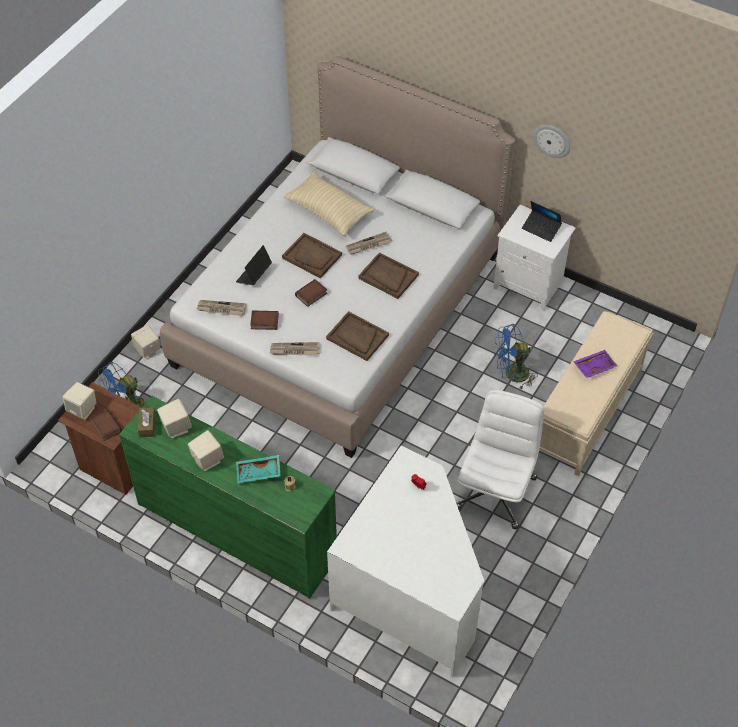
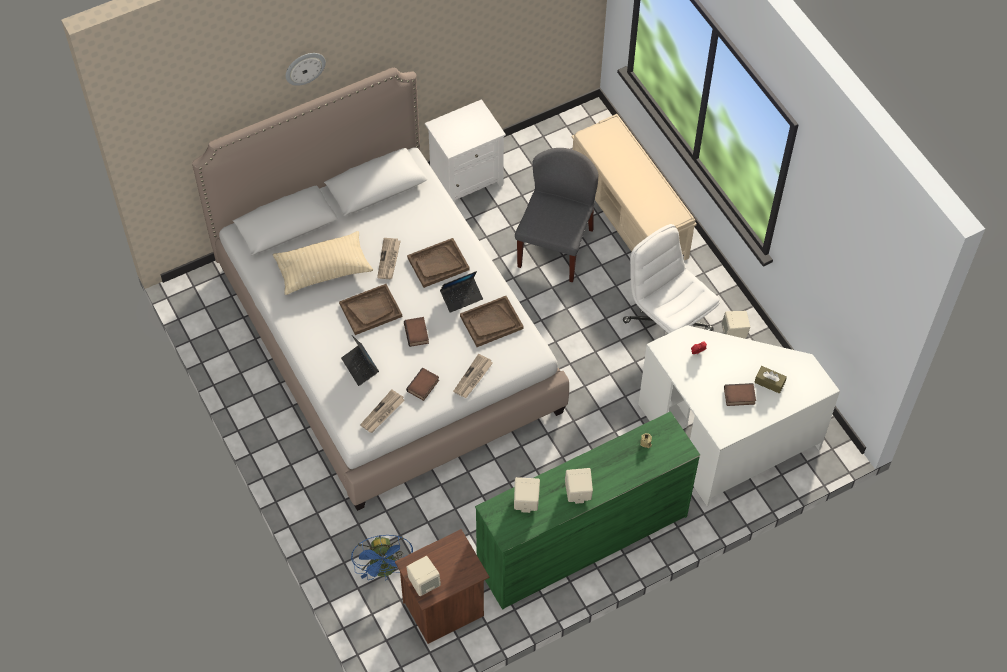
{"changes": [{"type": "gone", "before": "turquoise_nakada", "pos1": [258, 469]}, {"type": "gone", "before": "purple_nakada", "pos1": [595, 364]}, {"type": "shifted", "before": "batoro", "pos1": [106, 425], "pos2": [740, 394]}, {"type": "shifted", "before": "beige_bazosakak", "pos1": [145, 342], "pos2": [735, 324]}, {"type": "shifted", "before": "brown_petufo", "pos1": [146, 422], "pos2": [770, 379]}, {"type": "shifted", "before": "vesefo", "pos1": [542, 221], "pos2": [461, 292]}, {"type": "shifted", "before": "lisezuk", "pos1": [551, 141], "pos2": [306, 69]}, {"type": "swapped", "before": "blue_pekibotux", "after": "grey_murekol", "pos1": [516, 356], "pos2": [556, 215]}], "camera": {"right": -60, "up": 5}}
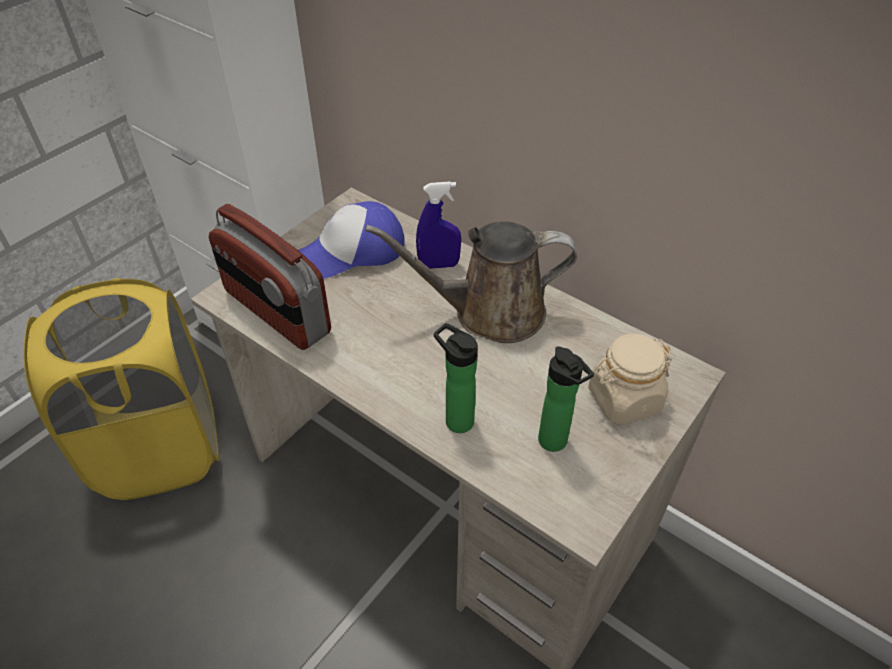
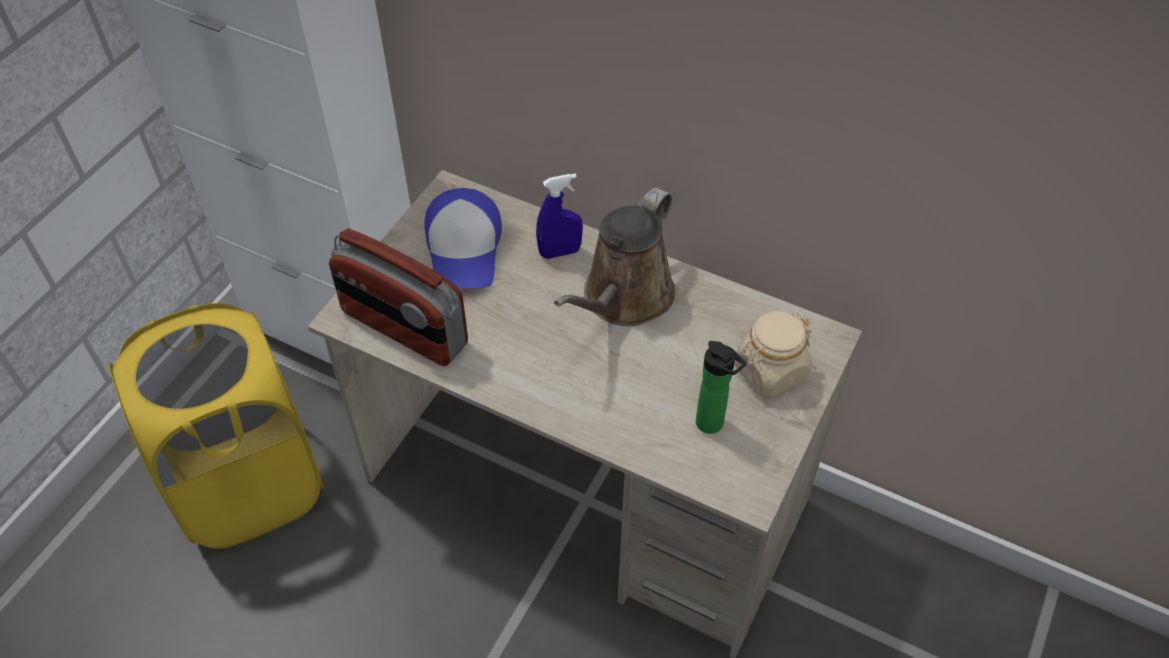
{"changes": [{"type": "gone", "before": "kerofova", "pos1": [456, 378]}, {"type": "rotated", "before": "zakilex", "pos1": [351, 240], "pos2": [463, 238], "turn": -60}, {"type": "rotated", "before": "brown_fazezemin", "pos1": [471, 282], "pos2": [614, 257], "turn": -45}], "camera": {"right": -10, "up": 5}}
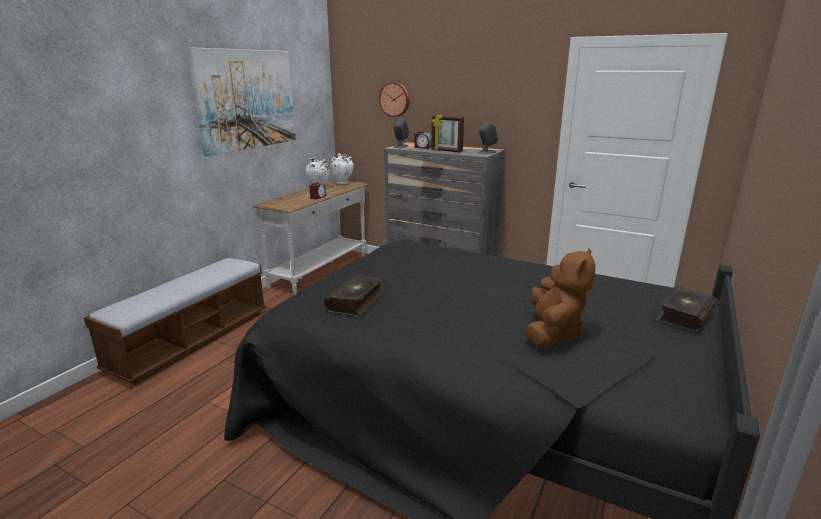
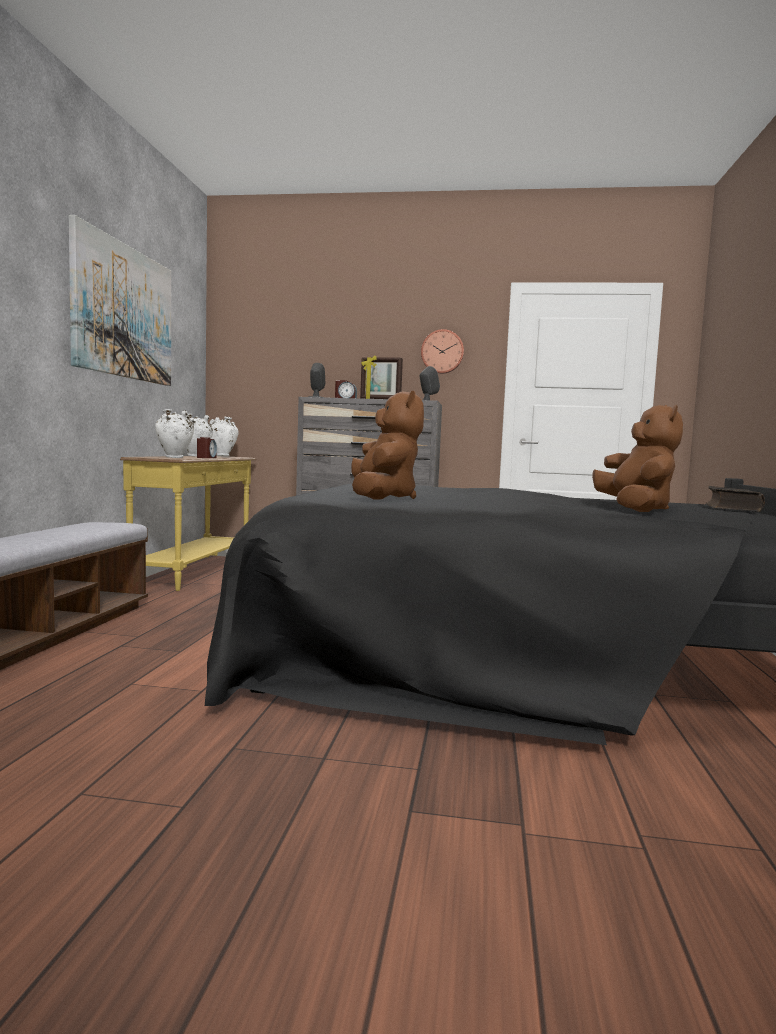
{"changes": [{"type": "new", "after": "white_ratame", "pos2": [174, 433]}, {"type": "shifted", "before": "lisezuk", "pos1": [394, 99], "pos2": [442, 351]}, {"type": "swapped", "before": "batoro", "after": "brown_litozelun", "pos1": [354, 295], "pos2": [387, 445]}, {"type": "repainted", "before": "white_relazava", "after": "yellow_relazava", "pos1": [311, 237], "pos2": [188, 523]}], "camera": {"right": -20, "up": -15}}
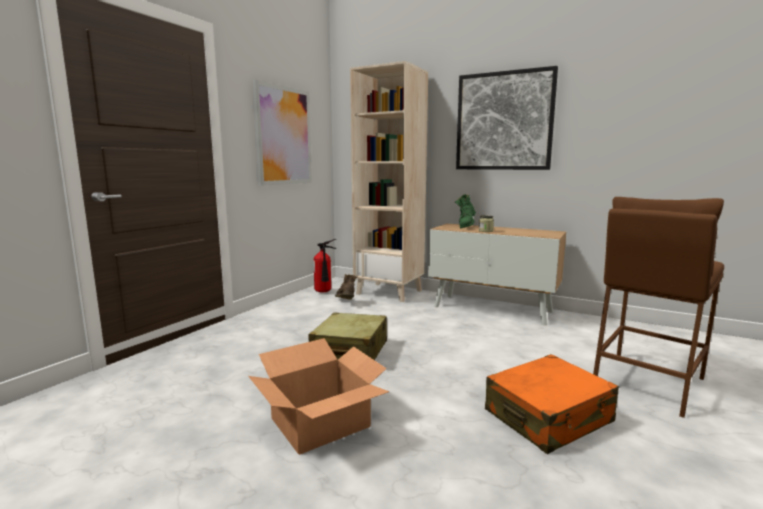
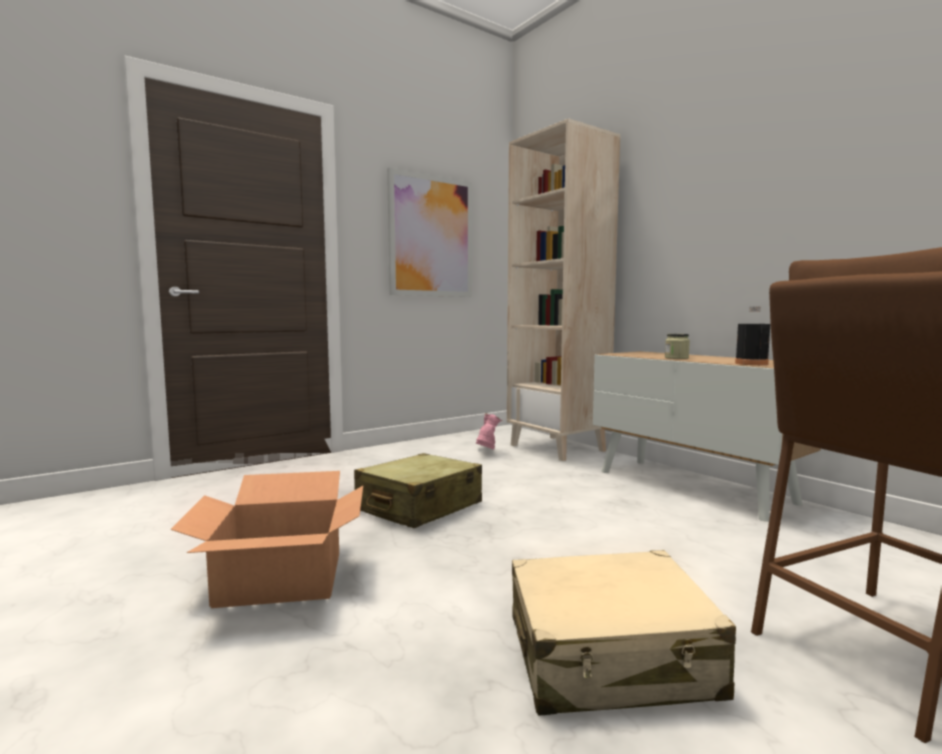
{"changes": [{"type": "gone", "before": "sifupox", "pos1": [324, 266]}, {"type": "gone", "before": "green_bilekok", "pos1": [465, 211]}, {"type": "gone", "before": "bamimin", "pos1": [507, 118]}, {"type": "new", "after": "black_kerofova", "pos2": [752, 336]}, {"type": "repainted", "before": "brown_bilekok", "after": "pink_bilekok", "pos1": [346, 287], "pos2": [489, 431]}, {"type": "repainted", "before": "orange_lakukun", "after": "beige_lakukun", "pos1": [552, 404], "pos2": [624, 632]}], "camera": {"right": 25, "up": -5}}
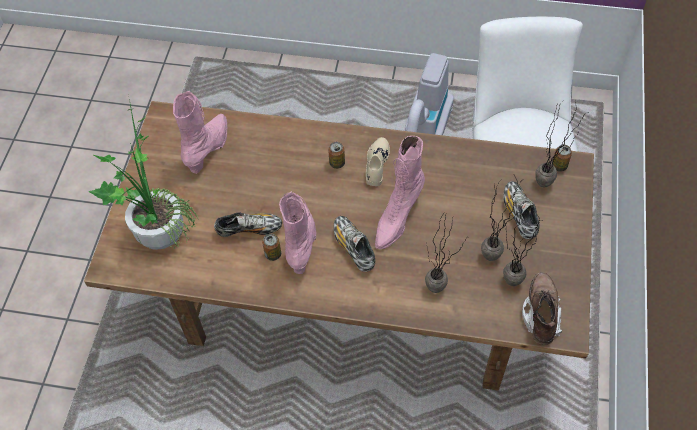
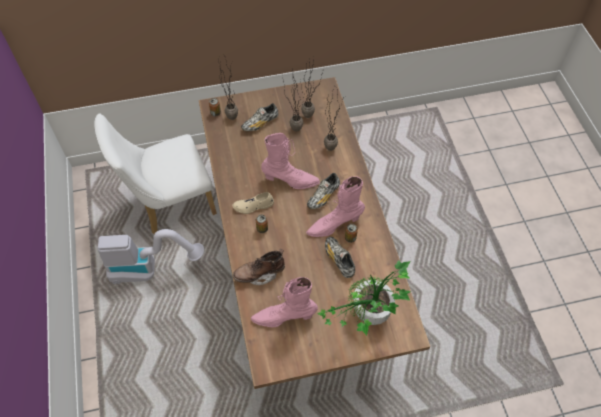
{"changes": [{"type": "shifted", "before": "brown_bilekok", "pos1": [542, 308], "pos2": [259, 267]}], "camera": {"right": -115, "up": 0}}
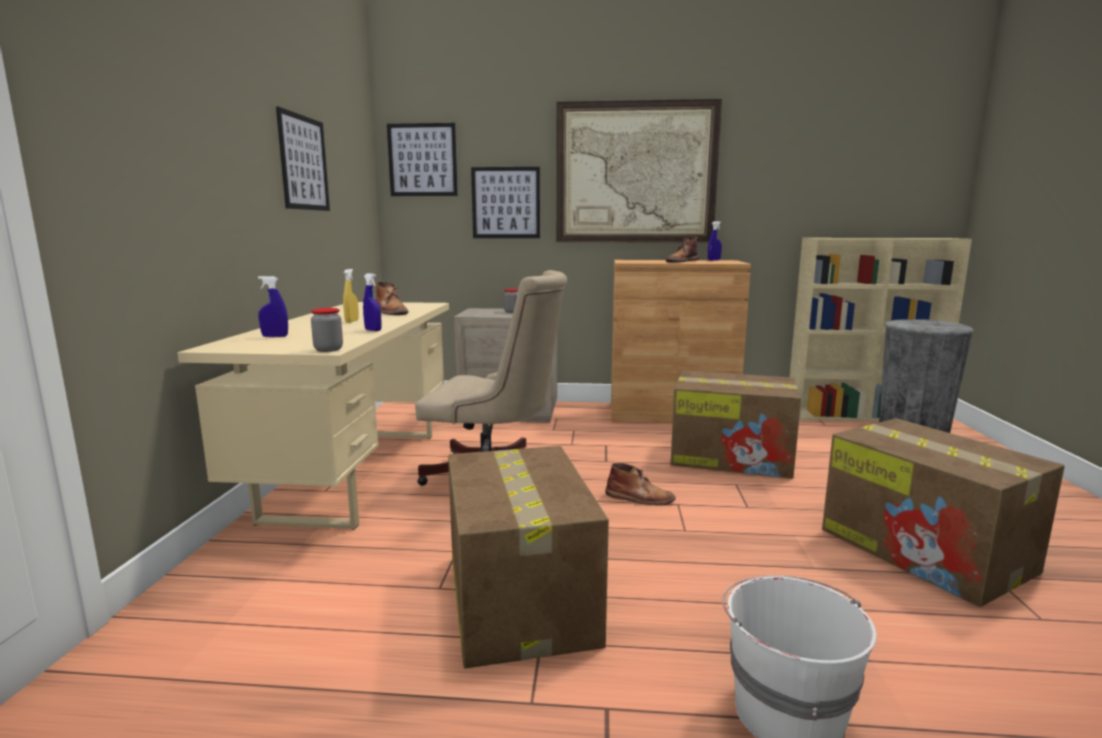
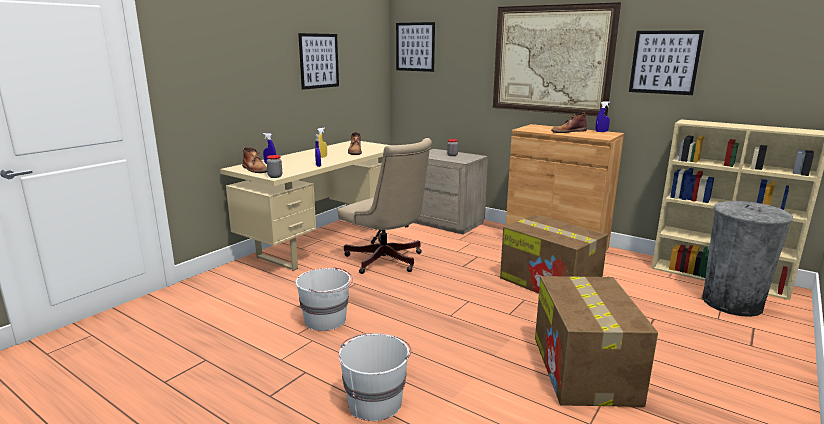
{"changes": [{"type": "shifted", "before": "bamimin", "pos1": [505, 202], "pos2": [666, 62]}, {"type": "shifted", "before": "brown_bilekok", "pos1": [640, 484], "pos2": [254, 160]}, {"type": "swapped", "before": "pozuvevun", "after": "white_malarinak", "pos1": [528, 557], "pos2": [324, 299]}], "camera": {"right": 30, "up": 5}}
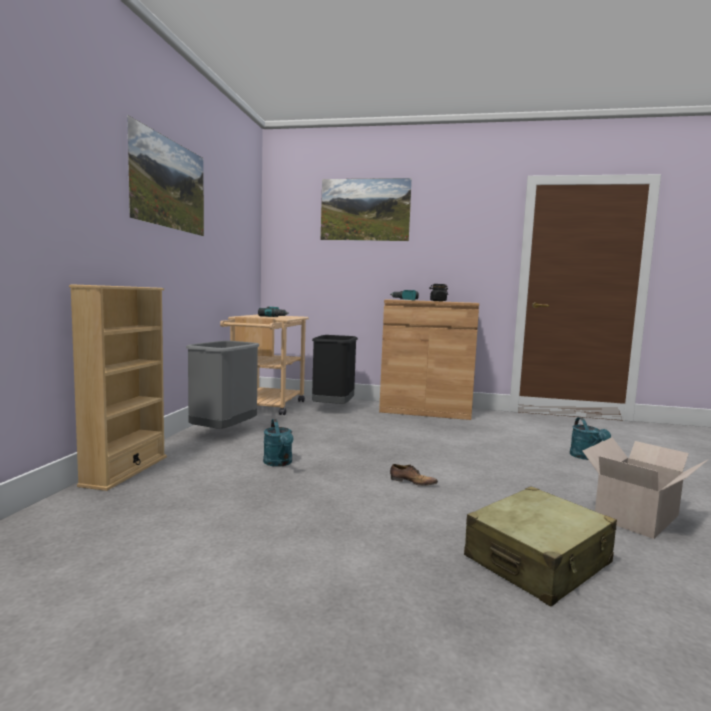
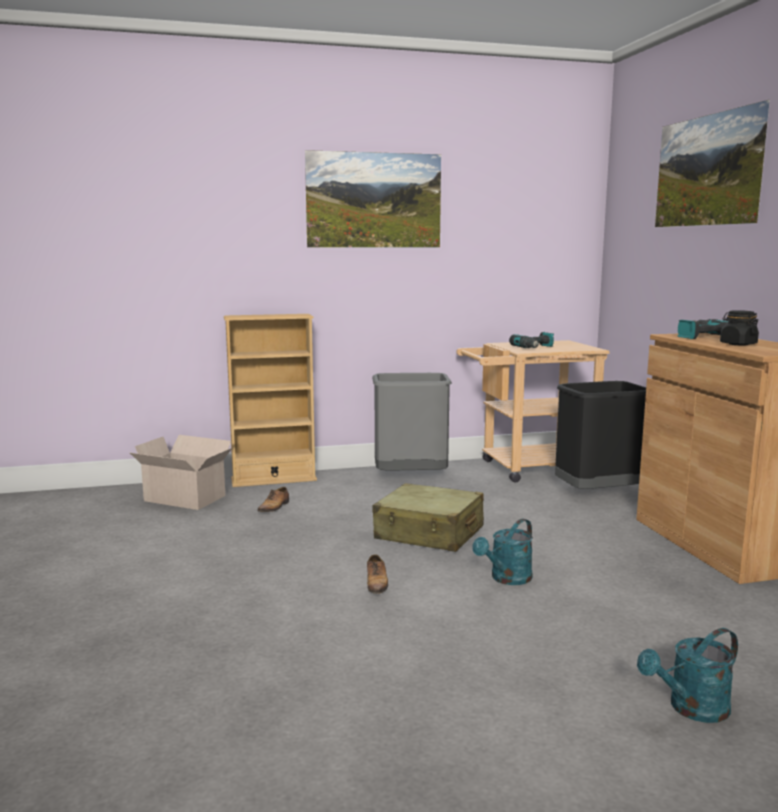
{"changes": [{"type": "new", "after": "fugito", "pos2": [273, 499]}, {"type": "shifted", "before": "turquoise_fazezemin", "pos1": [278, 443], "pos2": [502, 552]}, {"type": "shifted", "before": "beige_lakukun", "pos1": [540, 546], "pos2": [428, 517]}, {"type": "shifted", "before": "pozuvevun", "pos1": [645, 488], "pos2": [181, 472]}], "camera": {"right": 65, "up": 5}}
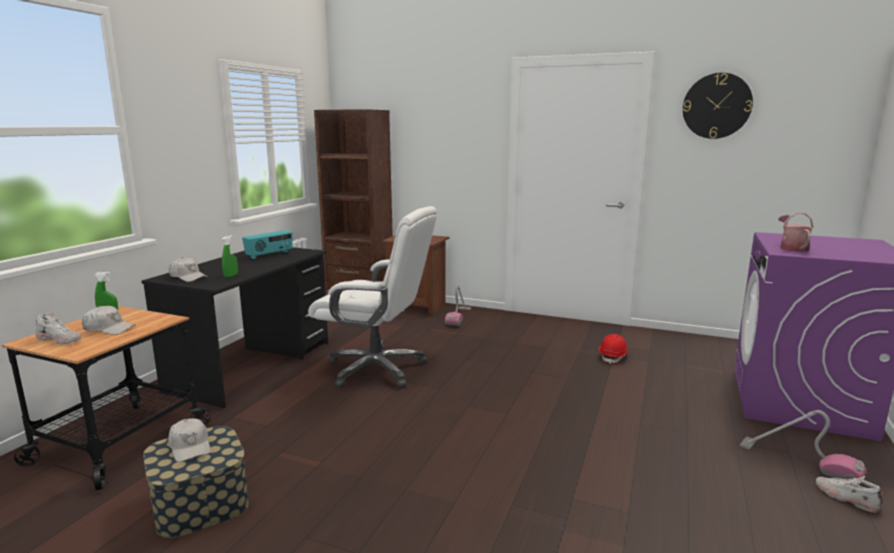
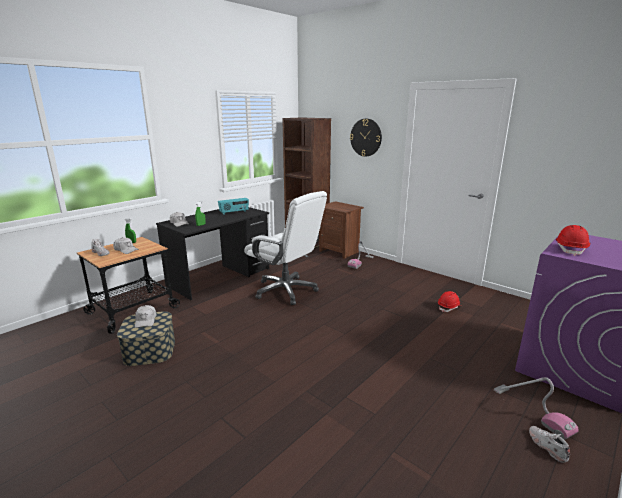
{"changes": [{"type": "shifted", "before": "lisezuk", "pos1": [718, 106], "pos2": [366, 138]}, {"type": "swapped", "before": "fazezemin", "after": "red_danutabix", "pos1": [796, 232], "pos2": [573, 240]}], "camera": {"right": 20, "up": 5}}
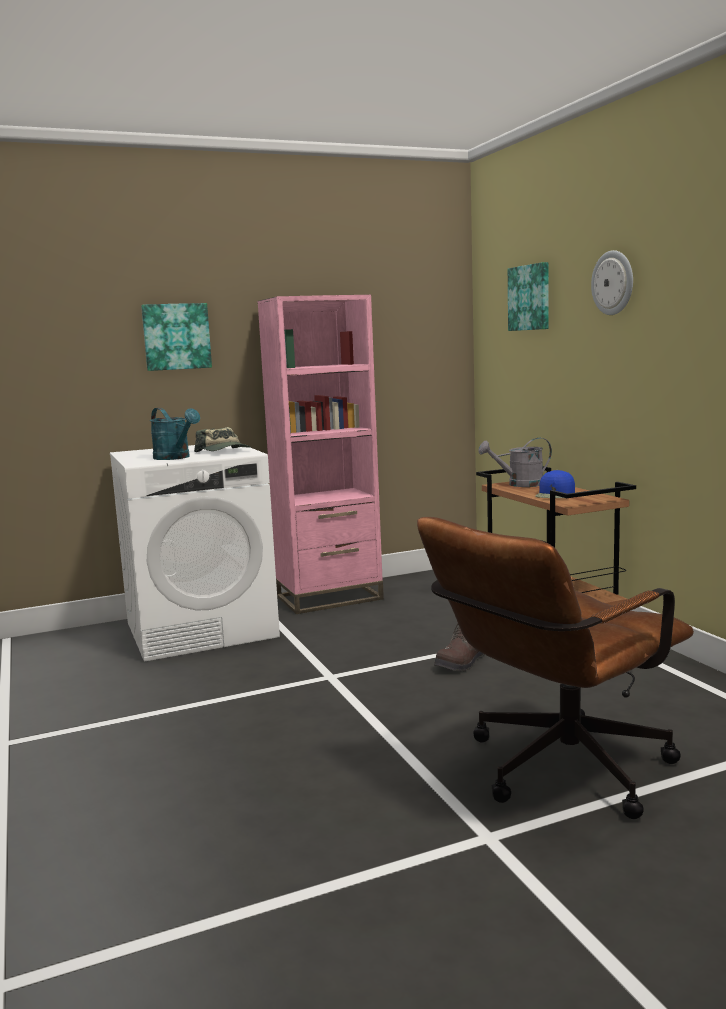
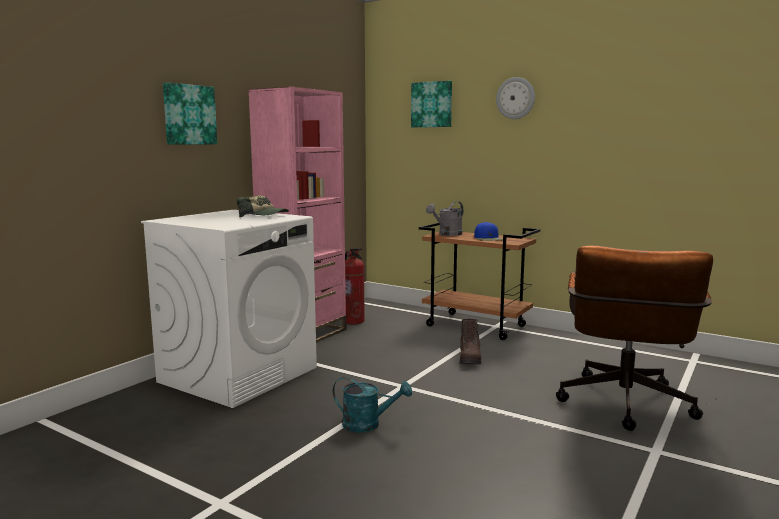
{"changes": [{"type": "new", "after": "sifupox", "pos2": [355, 286]}, {"type": "shifted", "before": "turquoise_fazezemin", "pos1": [175, 434], "pos2": [372, 405]}], "camera": {"right": -35, "up": 0}}
